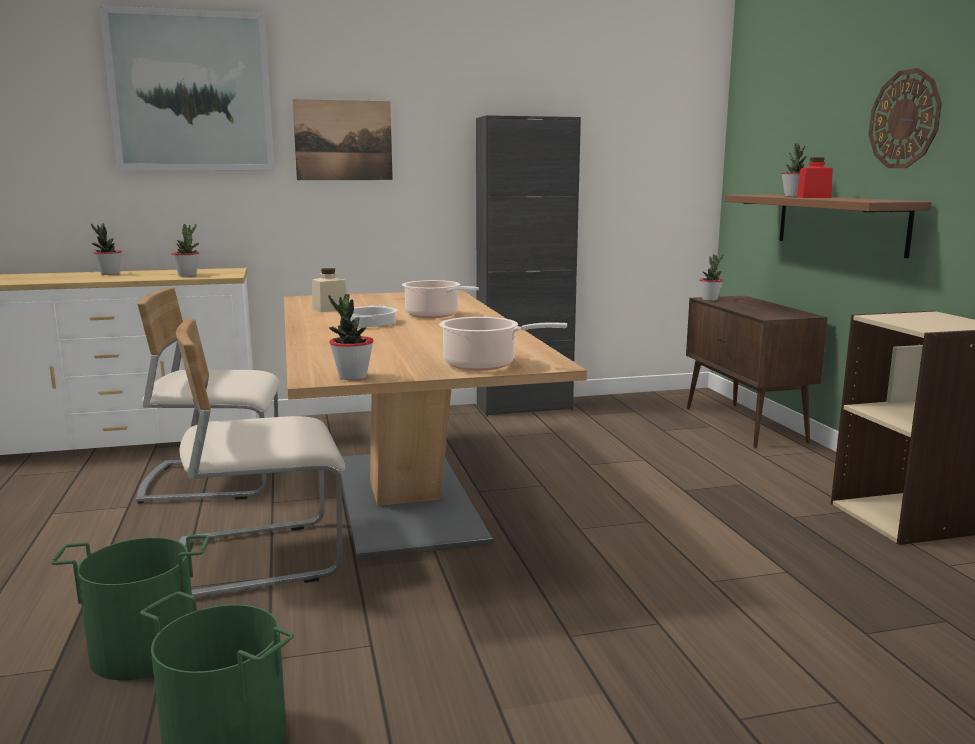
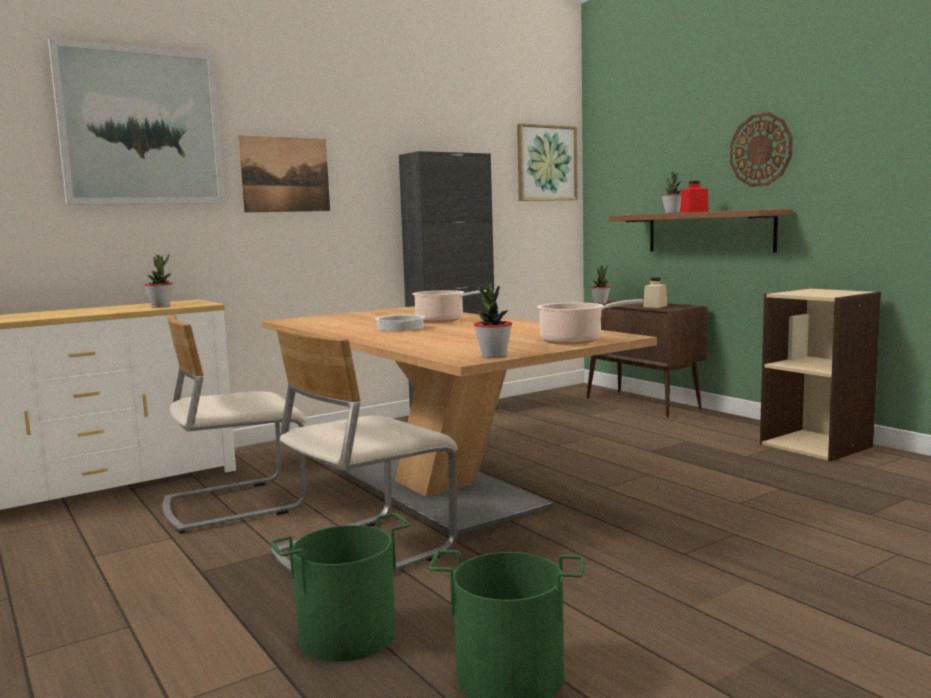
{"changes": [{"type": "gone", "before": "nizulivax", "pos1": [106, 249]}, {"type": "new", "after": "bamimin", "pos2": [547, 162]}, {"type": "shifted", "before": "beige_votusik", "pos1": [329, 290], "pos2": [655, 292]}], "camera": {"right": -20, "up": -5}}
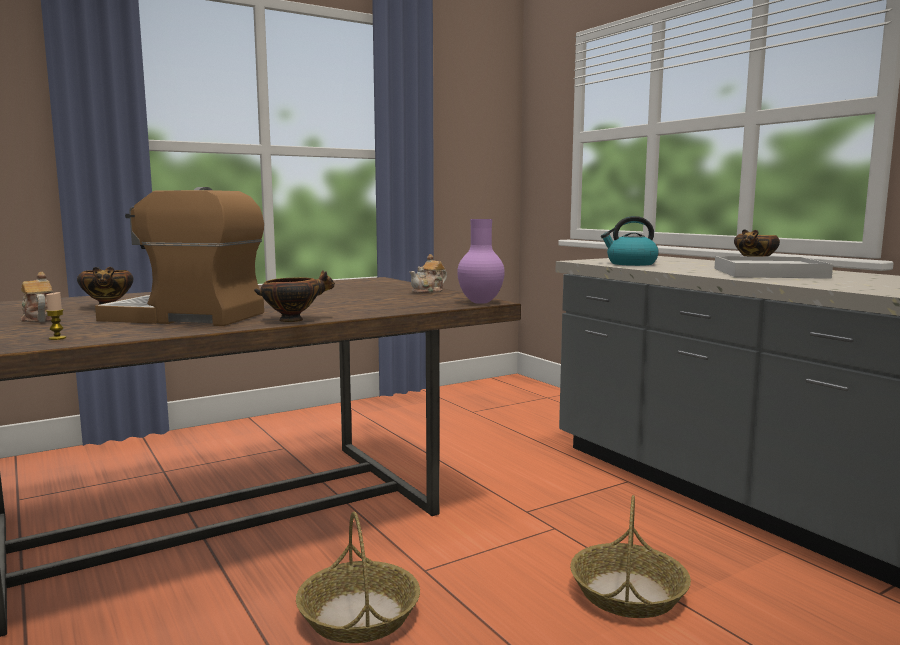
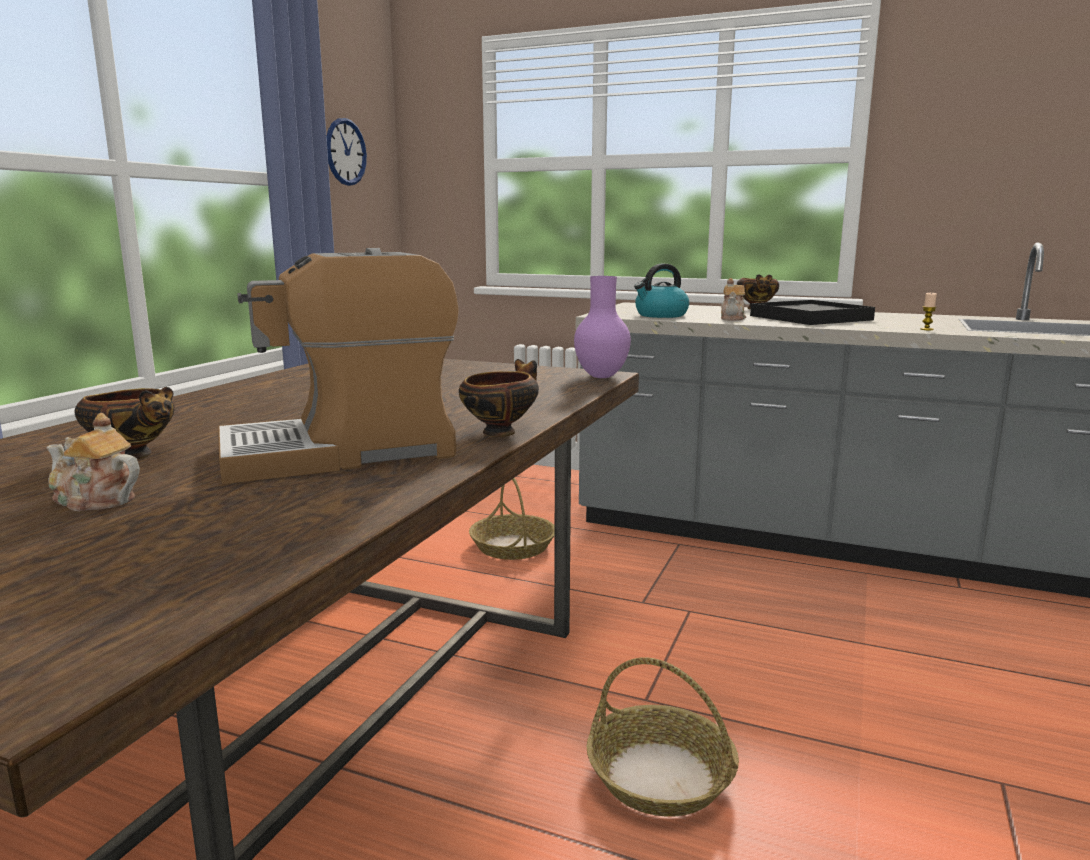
{"changes": [{"type": "new", "after": "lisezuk", "pos2": [346, 152]}, {"type": "shifted", "before": "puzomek", "pos1": [56, 316], "pos2": [928, 311]}, {"type": "shifted", "before": "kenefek", "pos1": [428, 273], "pos2": [733, 299]}, {"type": "shifted", "before": "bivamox", "pos1": [630, 556], "pos2": [512, 519]}, {"type": "repainted", "before": "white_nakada", "after": "black_nakada", "pos1": [774, 267], "pos2": [812, 312]}], "camera": {"right": -35, "up": 5}}
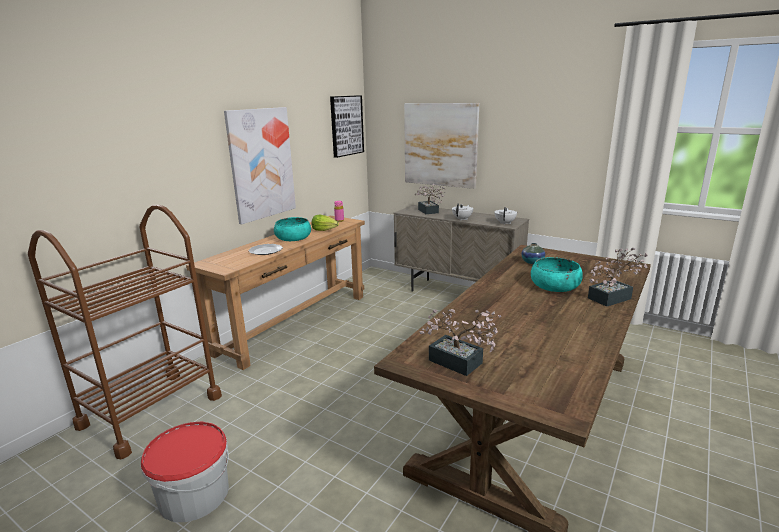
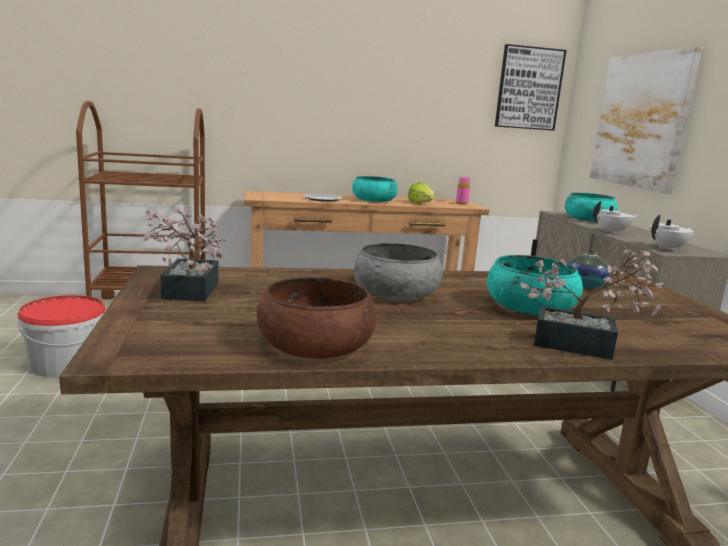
{"changes": [{"type": "gone", "before": "bamimin", "pos1": [260, 165]}, {"type": "new", "after": "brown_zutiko", "pos2": [316, 318]}, {"type": "new", "after": "grey_zutiko", "pos2": [398, 272]}, {"type": "swapped", "before": "nizulivax", "after": "turquoise_zutiko", "pos1": [430, 199], "pos2": [591, 207]}], "camera": {"right": 45, "up": -5}}
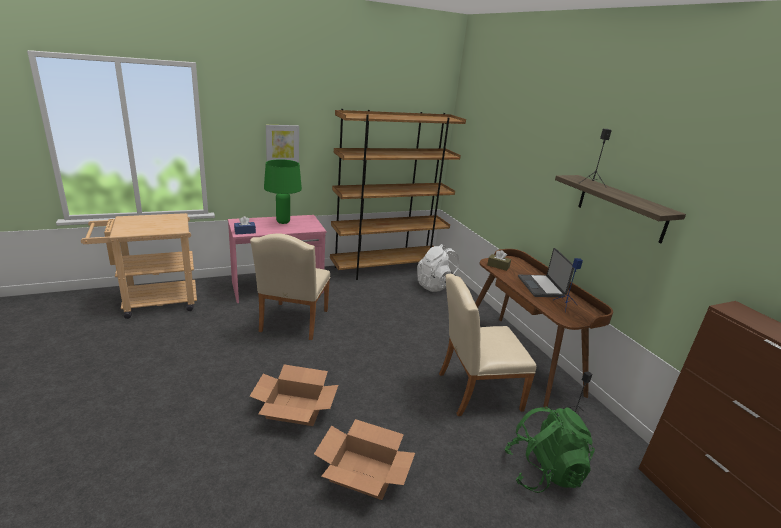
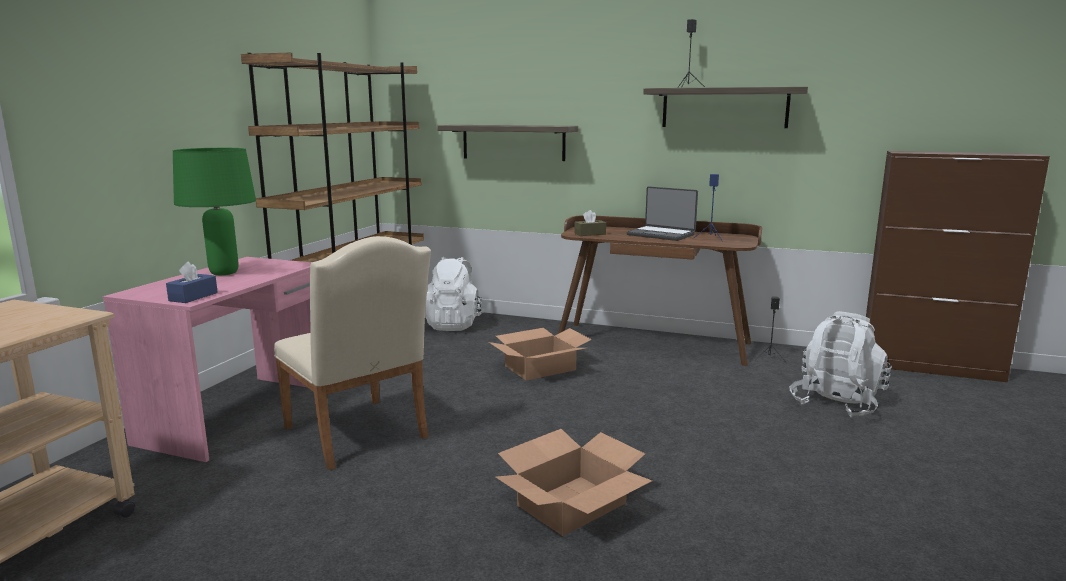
{"changes": [{"type": "gone", "before": "bamimin", "pos1": [282, 144]}, {"type": "gone", "before": "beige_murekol", "pos1": [487, 345]}, {"type": "new", "after": "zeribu", "pos2": [508, 143]}, {"type": "shifted", "before": "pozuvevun", "pos1": [364, 459], "pos2": [540, 354]}, {"type": "repainted", "before": "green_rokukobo", "after": "white_rokukobo", "pos1": [550, 450], "pos2": [840, 364]}], "camera": {"right": -45, "up": -10}}
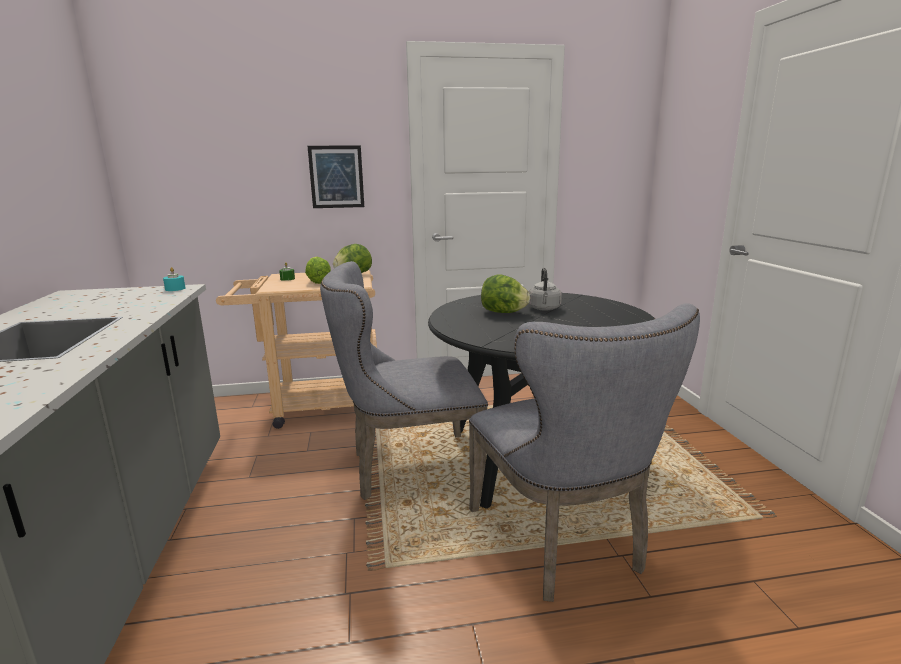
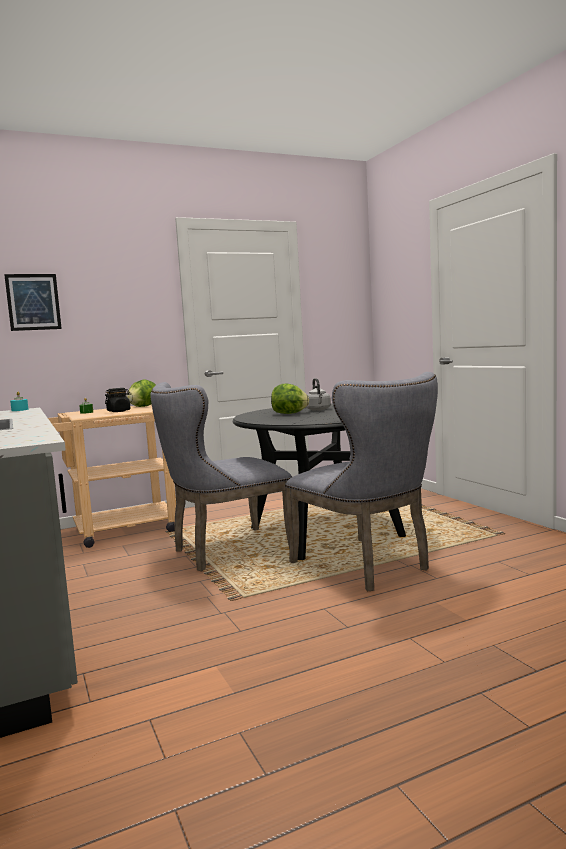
{"changes": [{"type": "shifted", "before": "bamimin", "pos1": [336, 176], "pos2": [33, 302]}, {"type": "swapped", "before": "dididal", "after": "black_votusik", "pos1": [318, 270], "pos2": [118, 400]}], "camera": {"right": -15, "up": -10}}
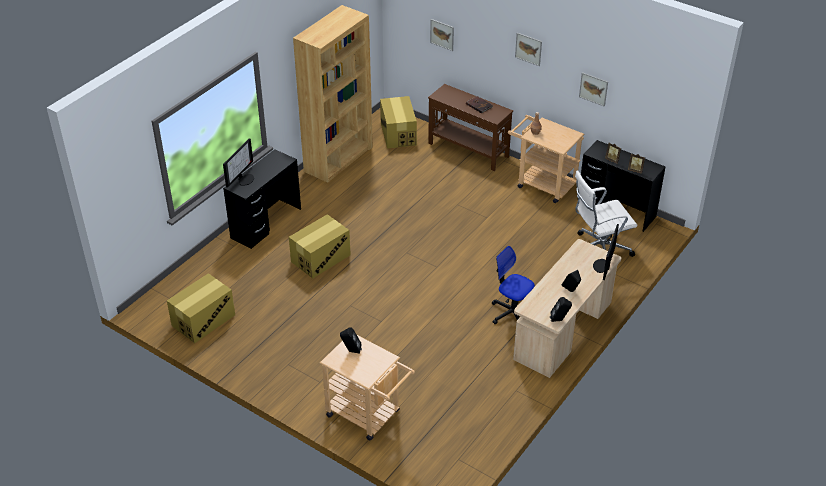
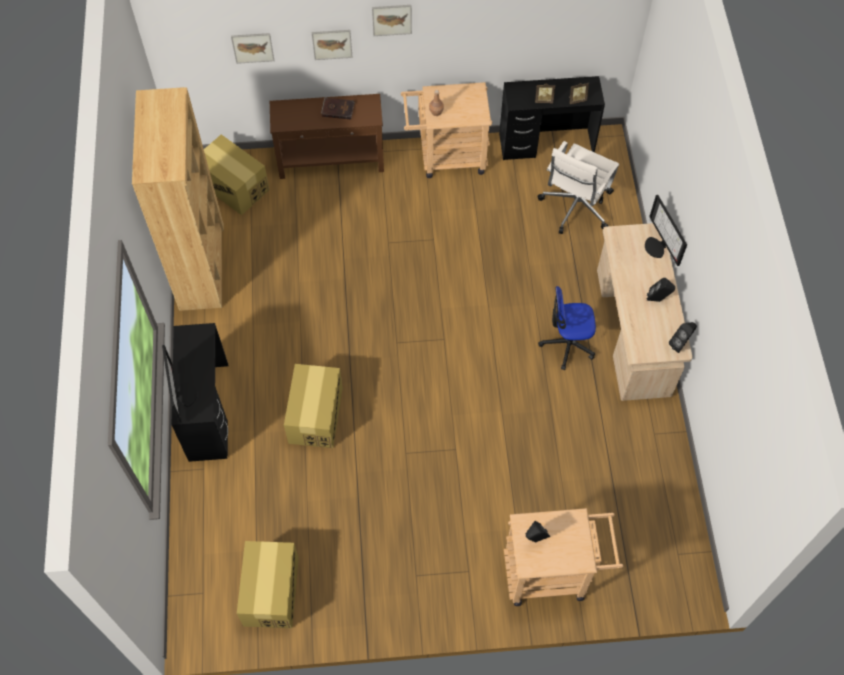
{"changes": [{"type": "shifted", "before": "bamimin", "pos1": [593, 89], "pos2": [332, 45]}], "camera": {"right": -40, "up": 20}}
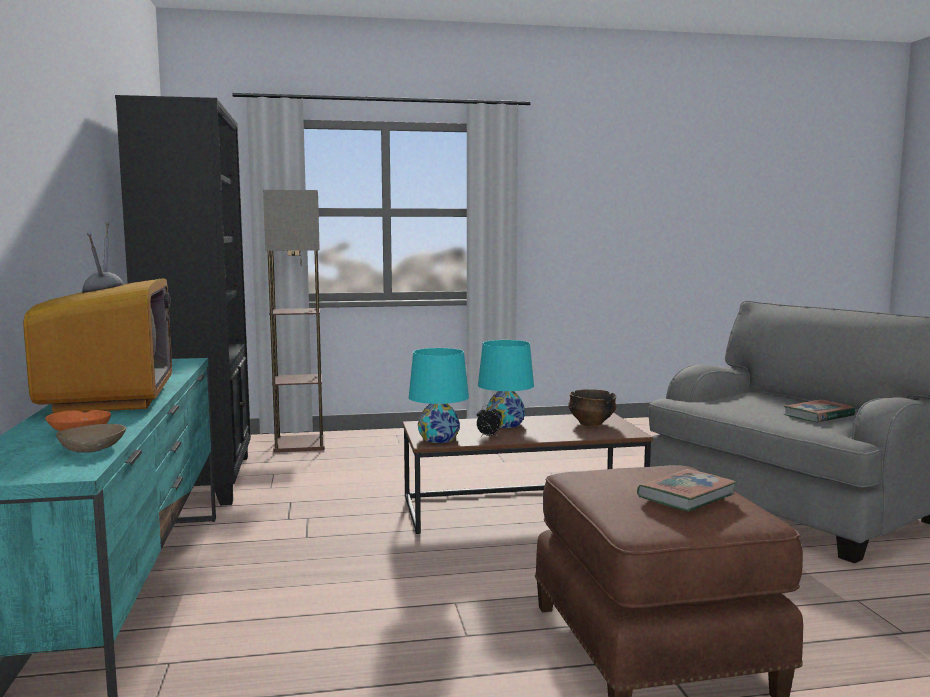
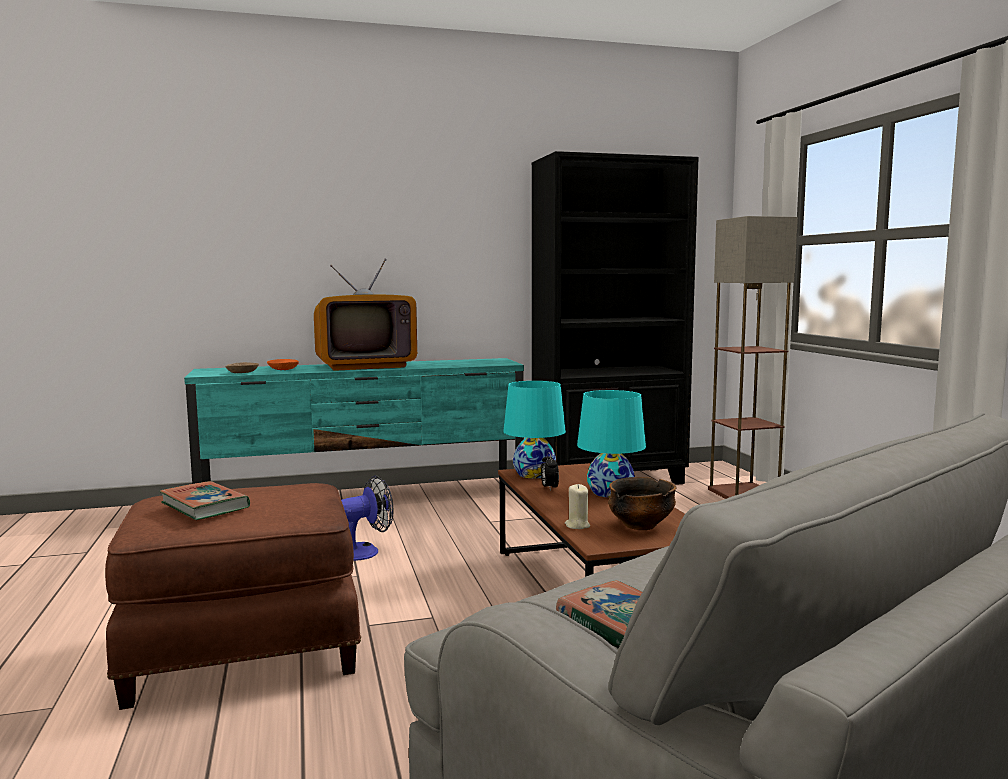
{"changes": [{"type": "new", "after": "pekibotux", "pos2": [367, 518]}, {"type": "new", "after": "beige_puzomek", "pos2": [577, 506]}], "camera": {"right": 85, "up": 0}}
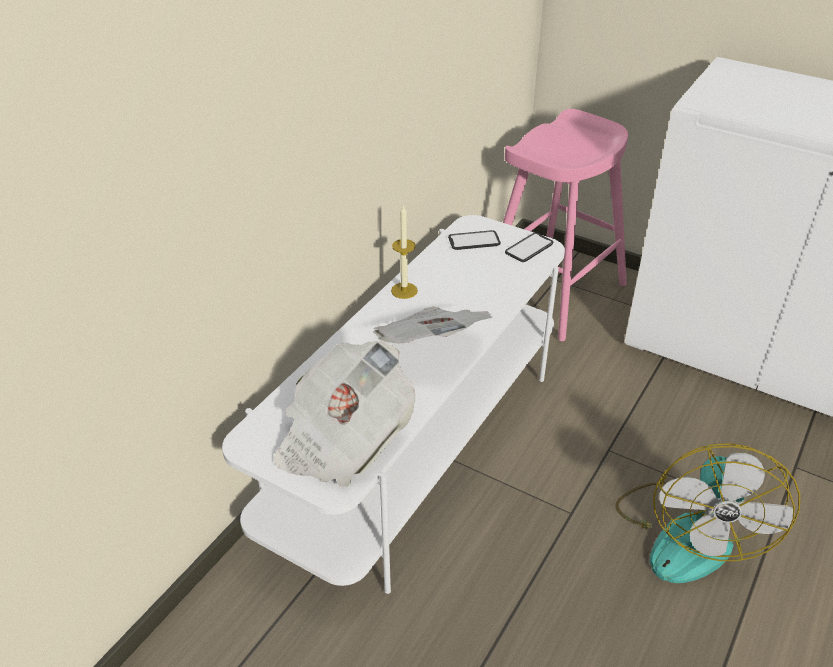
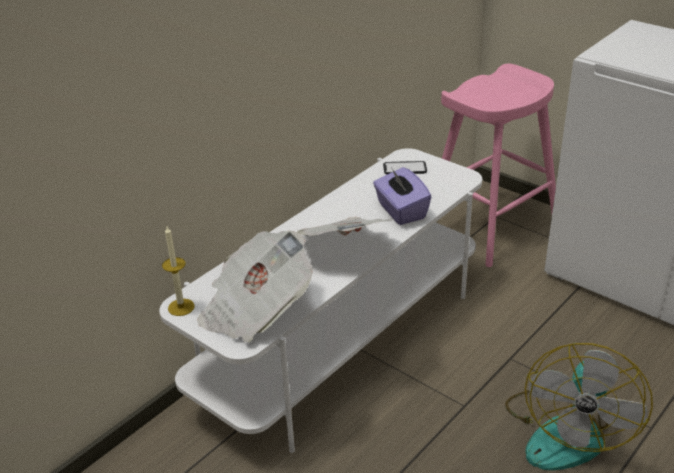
{"changes": [{"type": "gone", "before": "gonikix", "pos1": [529, 247]}, {"type": "new", "after": "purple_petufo", "pos2": [402, 196]}, {"type": "shifted", "before": "puzomek", "pos1": [404, 252], "pos2": [178, 271]}], "camera": {"right": 10, "up": -5}}
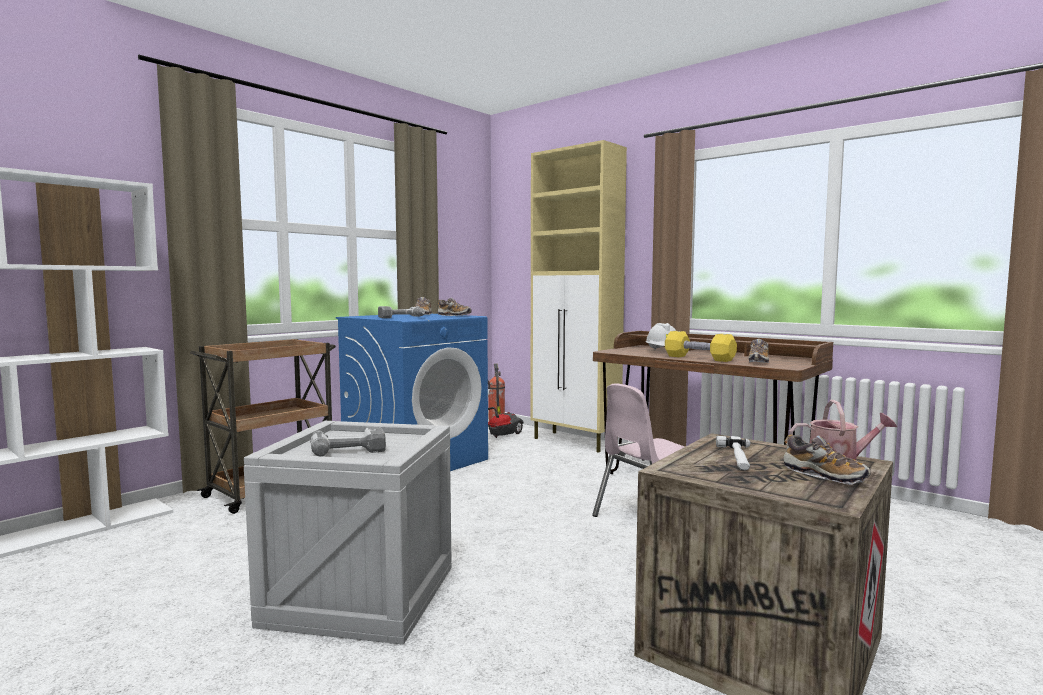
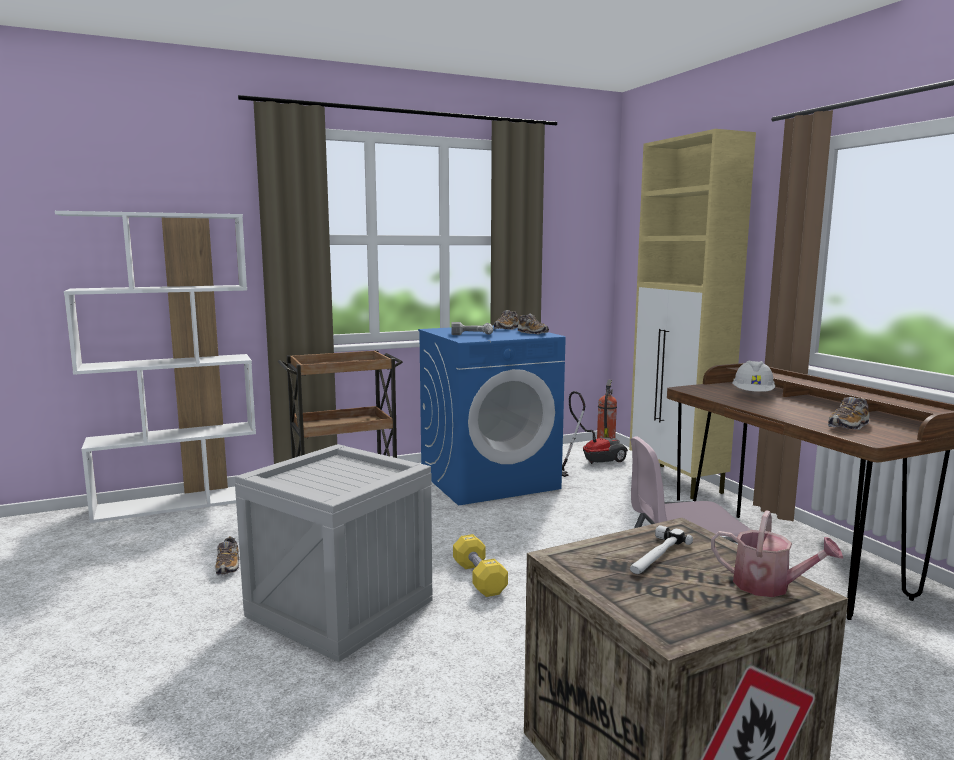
{"changes": [{"type": "gone", "before": "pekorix", "pos1": [348, 441]}, {"type": "shifted", "before": "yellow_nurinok", "pos1": [701, 346], "pos2": [480, 565]}, {"type": "shifted", "before": "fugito", "pos1": [827, 459], "pos2": [227, 556]}], "camera": {"right": 25, "up": 5}}
